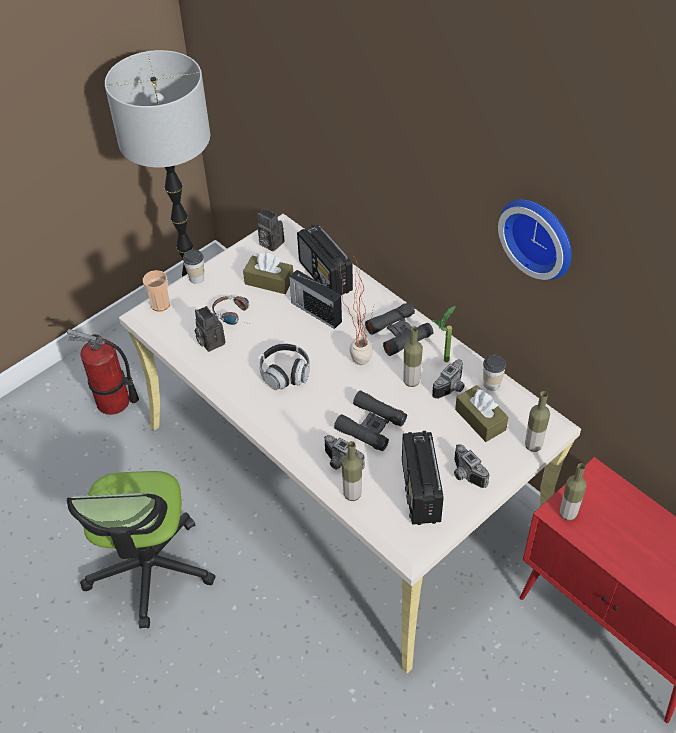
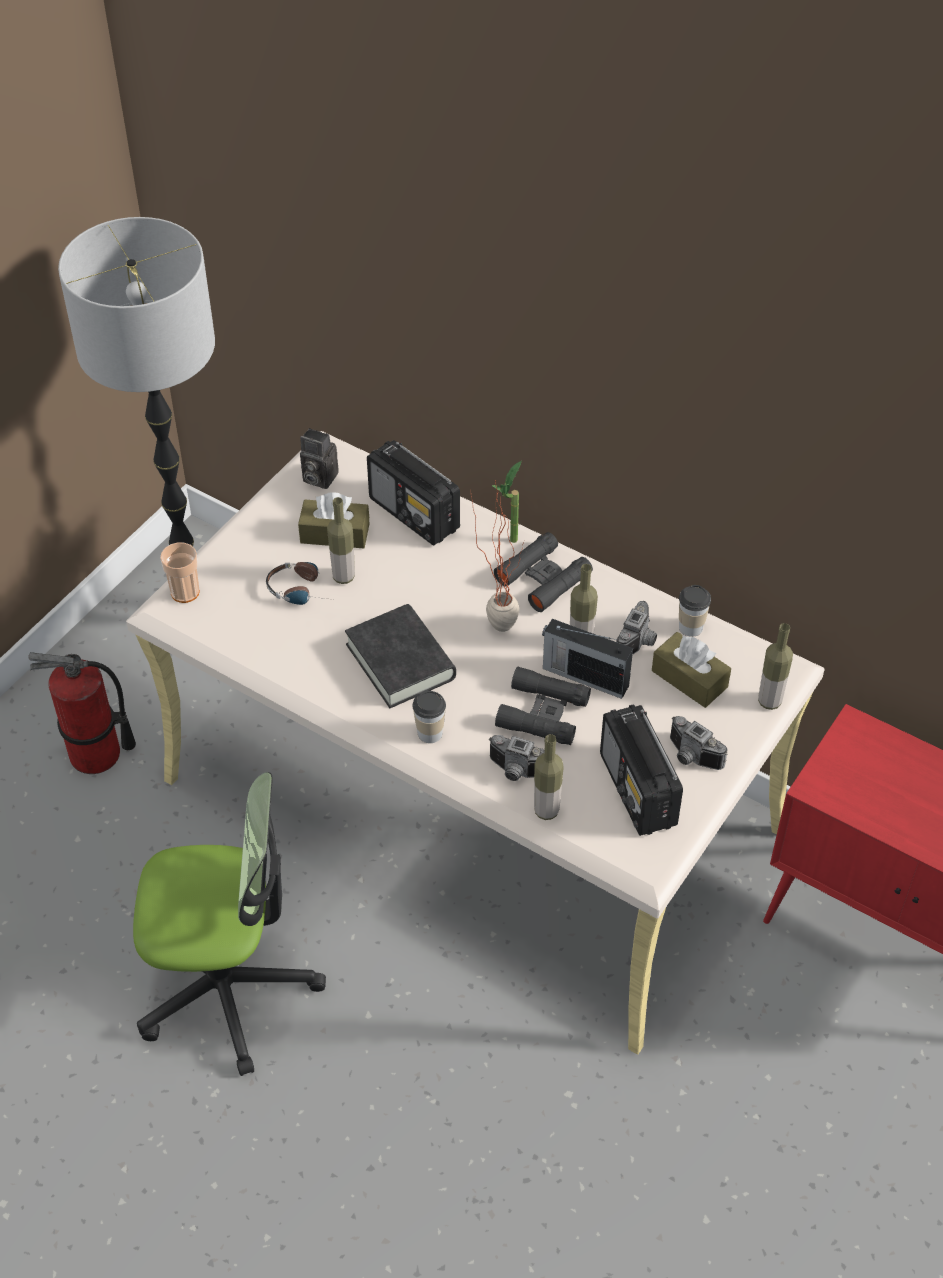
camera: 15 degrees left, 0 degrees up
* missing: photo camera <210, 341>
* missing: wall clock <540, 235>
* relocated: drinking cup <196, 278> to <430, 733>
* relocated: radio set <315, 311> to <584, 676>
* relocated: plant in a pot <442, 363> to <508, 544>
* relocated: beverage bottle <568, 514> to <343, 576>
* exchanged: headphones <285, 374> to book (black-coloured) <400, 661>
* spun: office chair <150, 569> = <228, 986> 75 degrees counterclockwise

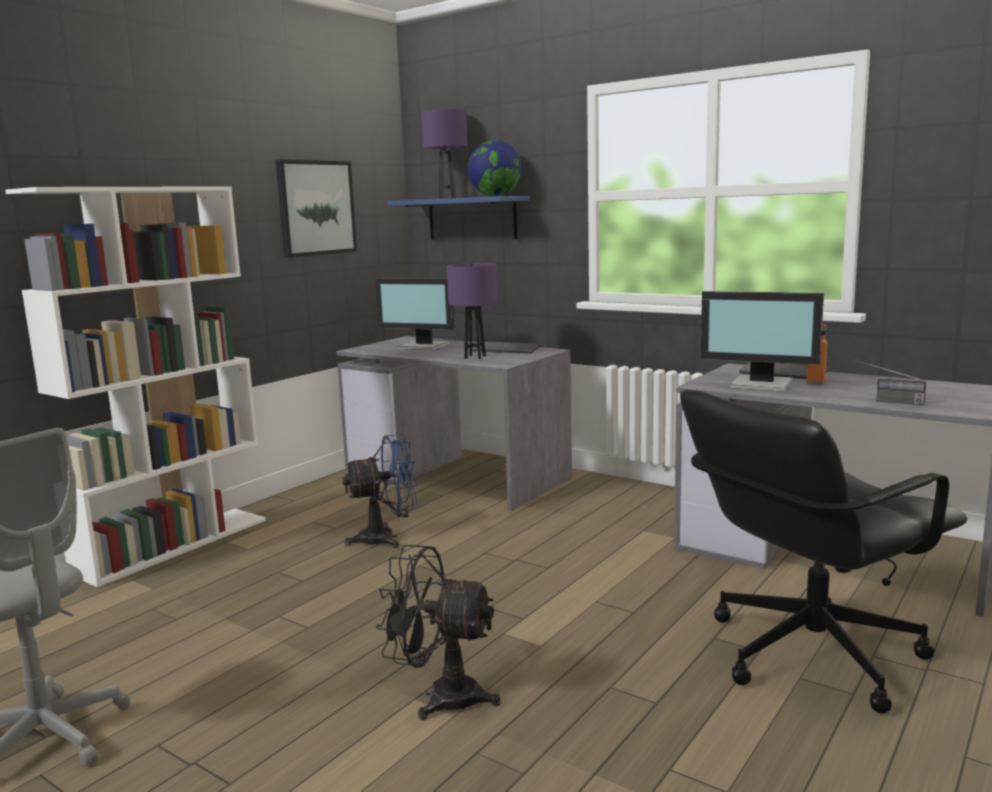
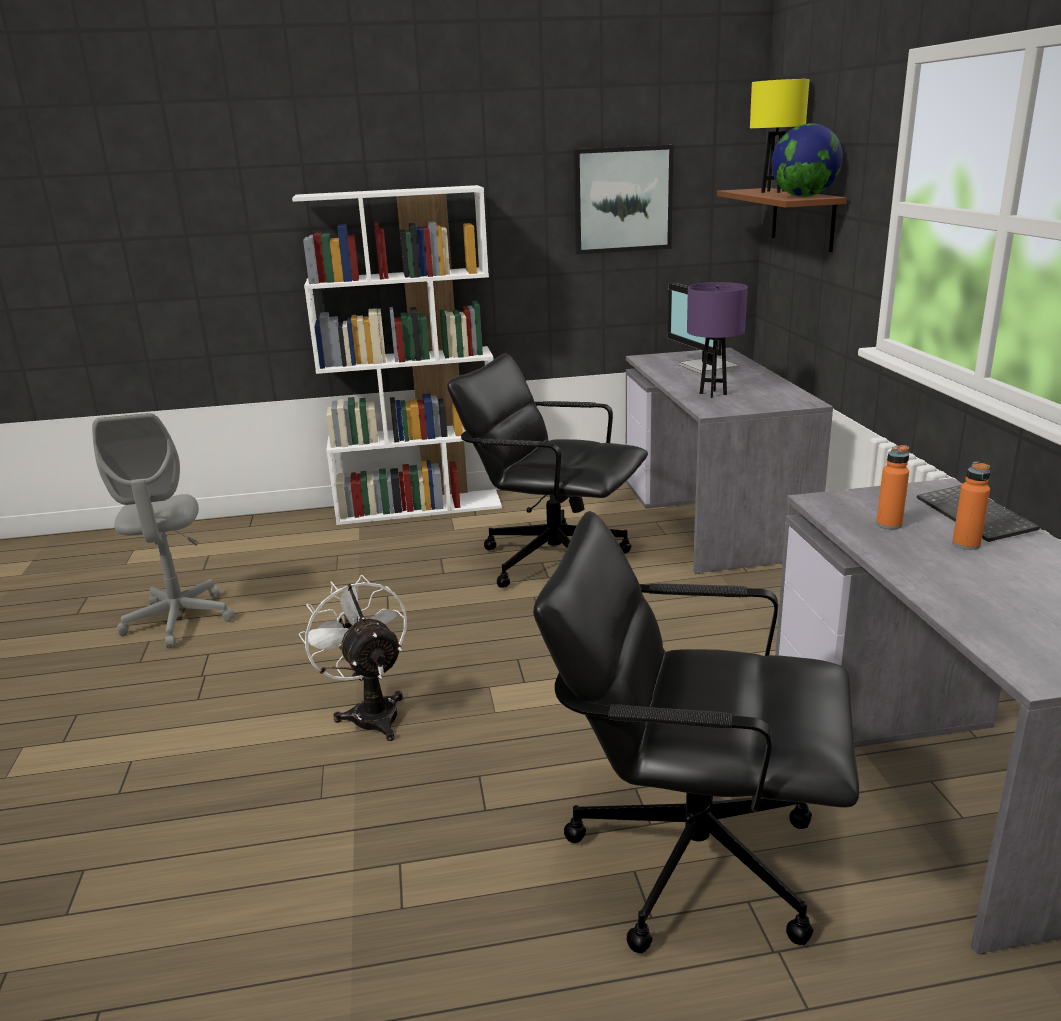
camera: 45 degrees right, 10 degrees up
* missing: keyboard <507, 349>
* missing: radio set <887, 401>
* exchanged: cooling fan (blue) <386, 538> to office chair (black-coloured) <553, 559>
* exchanged: computer screen <762, 385> to beverage bottle (orange-coloured) <889, 524>
* colour: cooling fan (black-coloured) <440, 696> to cooling fan (white-coloured) <371, 712>
* colour: shelf (blue) <472, 218> to shelf (brown-coloured) <802, 218>
* colour: table lamp (purple) <447, 198> to table lamp (yellow-coloured) <773, 192>

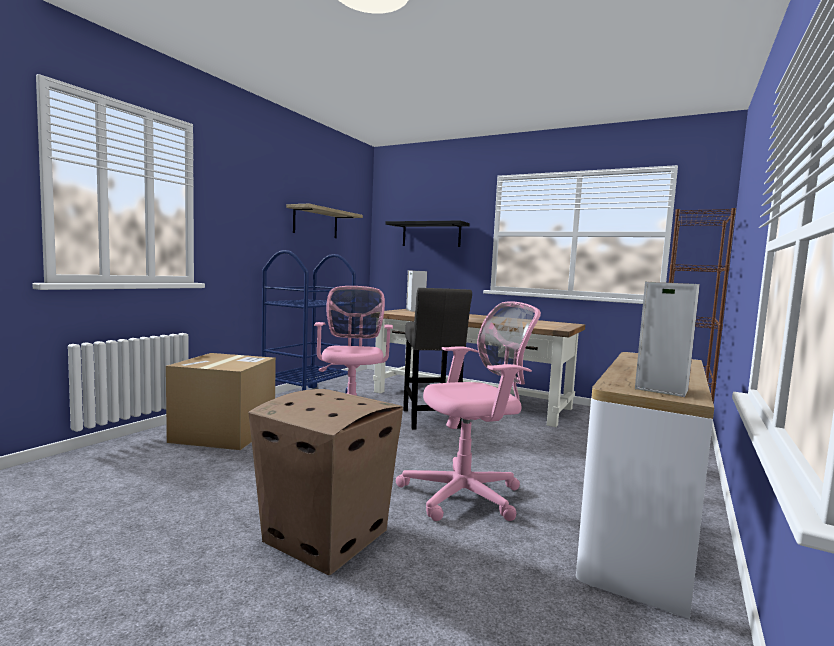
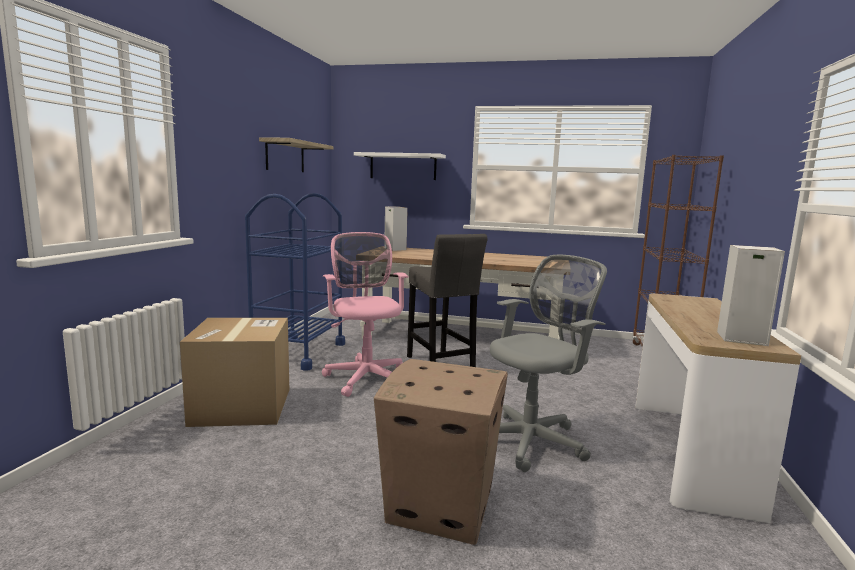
camera: 15 degrees left, 5 degrees up
* colour: shelf (black-coloured) <431, 234> to shelf (white-coloured) <403, 166>
* colour: office chair (pinkish) <467, 495> to office chair (gray) <532, 441>

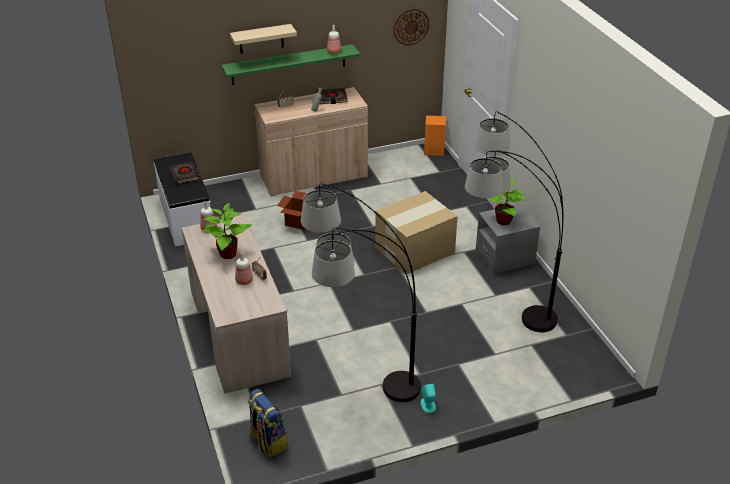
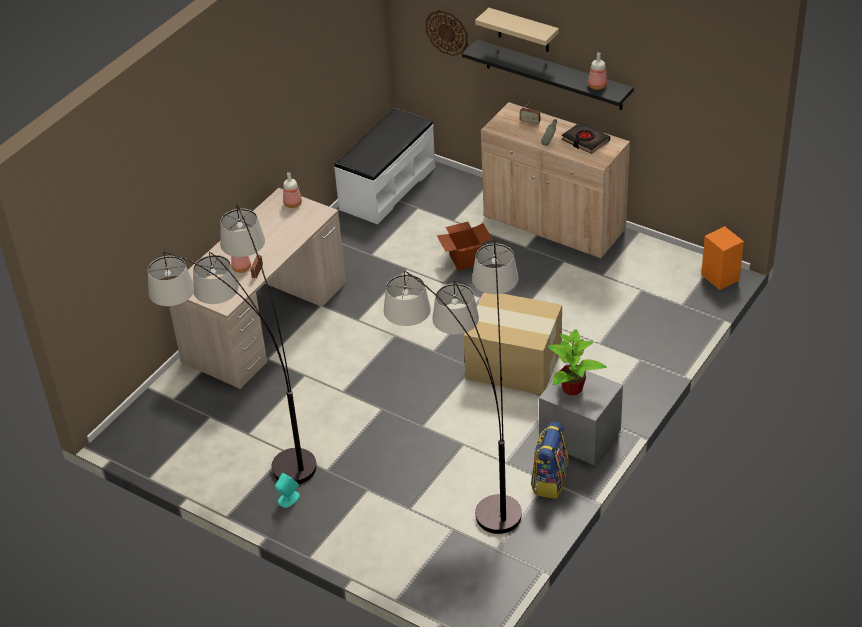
camera: 55 degrees right, 5 degrees up
* missing: book (black-coloured) <185, 174>
* missing: plant in a pot <227, 254>
* relocated: backpack <267, 441> to <549, 481>
* relocated: wall clock <411, 27> to <447, 32>
* colour: shelf (green) <288, 64> to shelf (black-coloured) <553, 75>

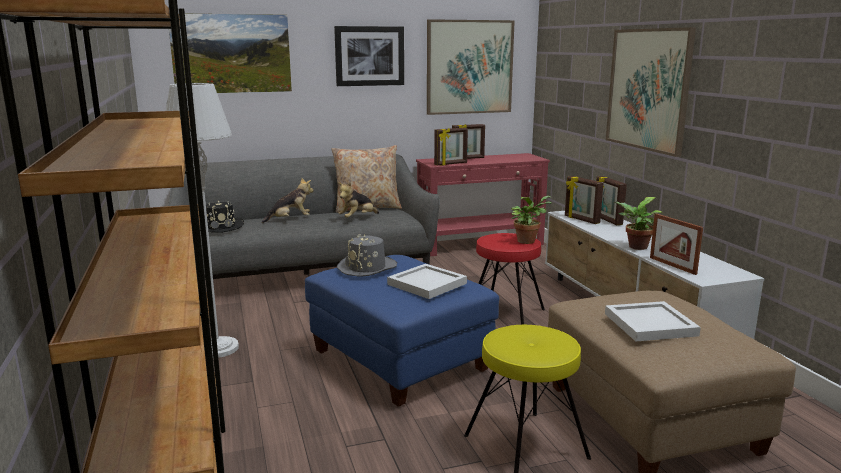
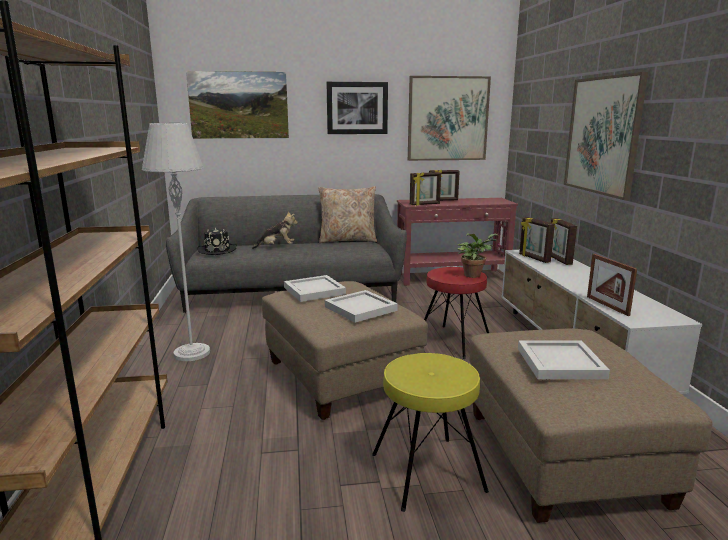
camera: 10 degrees right, 0 degrees up
* missing: soft toy <358, 218>
* missing: plant in a pot <635, 247>
* exchanged: hat (gray) <367, 267> to carrying tray (white-coloured) <315, 291>
* colour: footrest (blue) <398, 361> to footrest (beige-coloured) <339, 377>

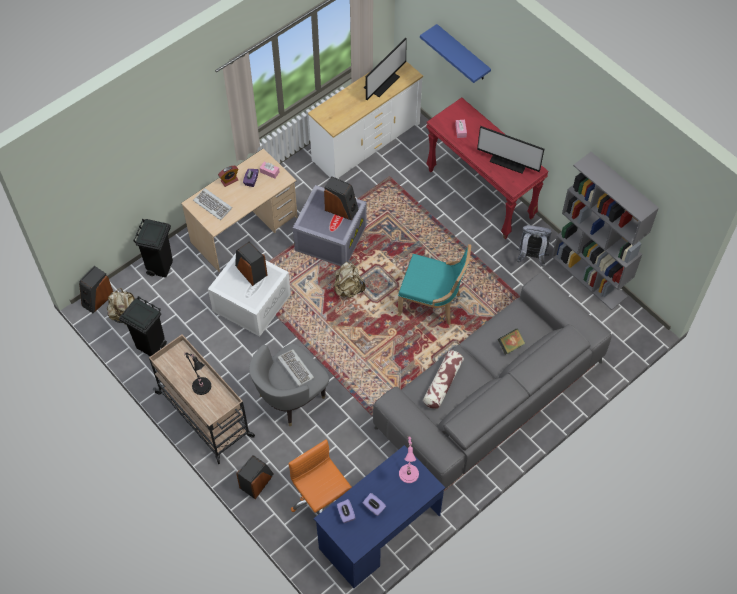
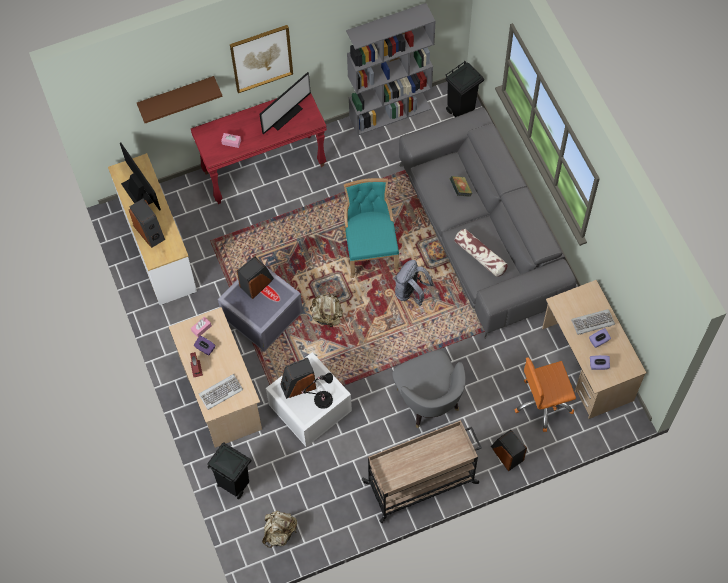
camera: 70 degrees left, 5 degrees up
* missing: table lamp (pinkish) <409, 472>
* appeared: picture <261, 58>
* relocated: speaker <97, 299> to <150, 232>
* relocated: trash can (black-coloured) <151, 346> to <461, 110>
* relocated: table lamp (black-coloured) <200, 384> to <321, 400>
* relocated: keyboard <295, 368> to <592, 323>
* relocated: backpack (gray) <531, 257> to <411, 293>
* colour: desk table (blue) <379, 532> to desk table (beige-coloured) <587, 364>
* colour: shelf (blue) <463, 53> to shelf (brown-coloured) <176, 95>
* spun: upright chair (blue-green) <432, 303> = <370, 249> 45 degrees counterclockwise

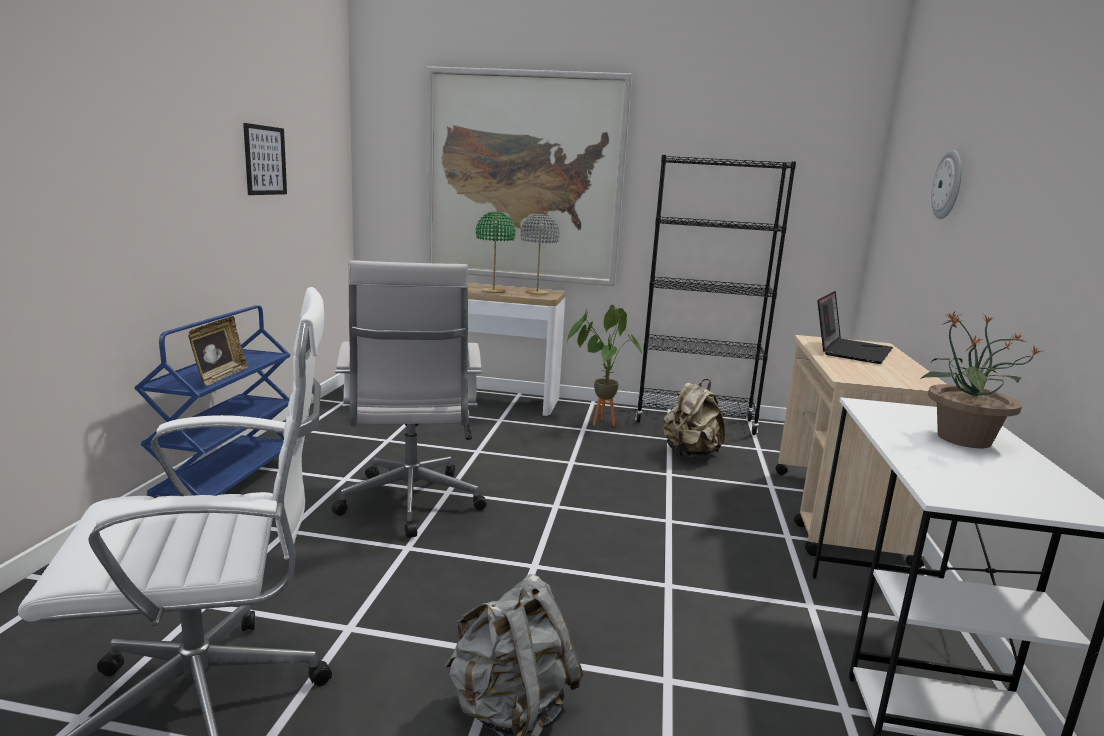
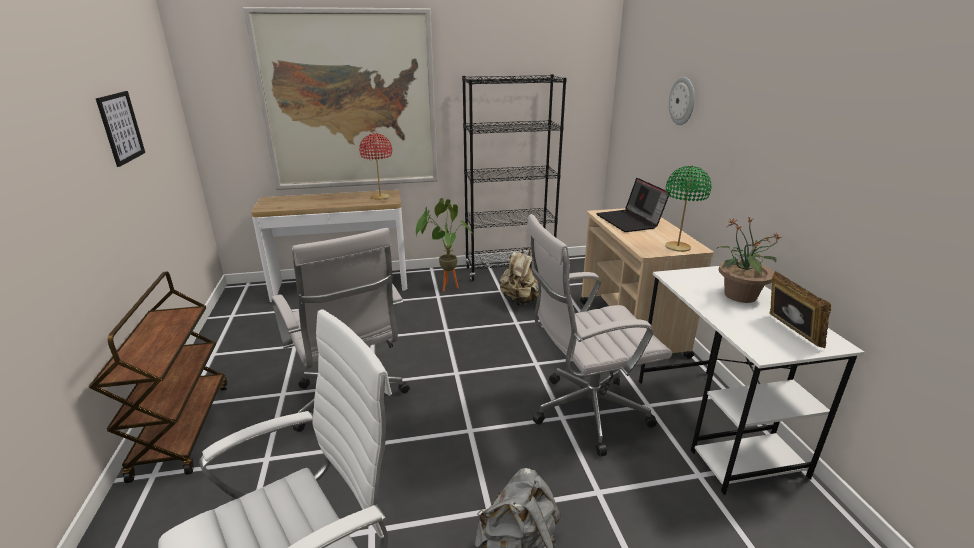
camera: 20 degrees left, 10 degrees up
* appeared: office chair (white-coloured) <584, 412>
* relocated: standing frame <220, 376> to <789, 332>
* relocated: table lamp (green) <493, 291> to <677, 247>
* colour: cart (blue) <227, 483> to cart (brown-coloured) <182, 428>
* colour: table lamp (gray) <537, 293> to table lamp (red) <380, 197>
* spun: laptop <850, 351> = <630, 221> 150 degrees clockwise

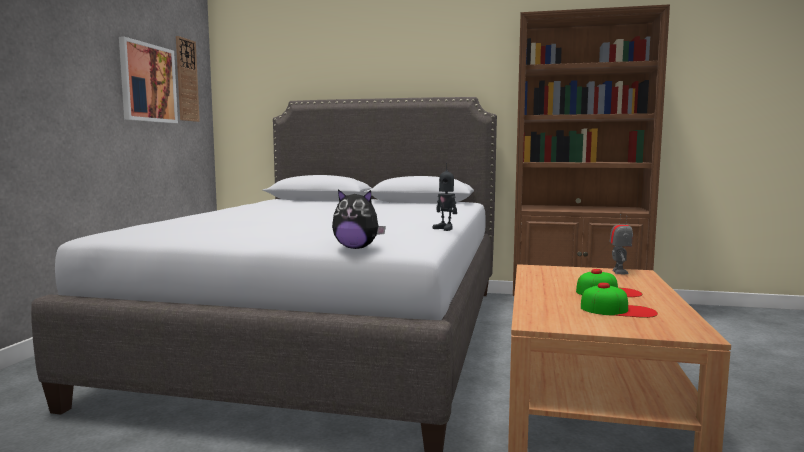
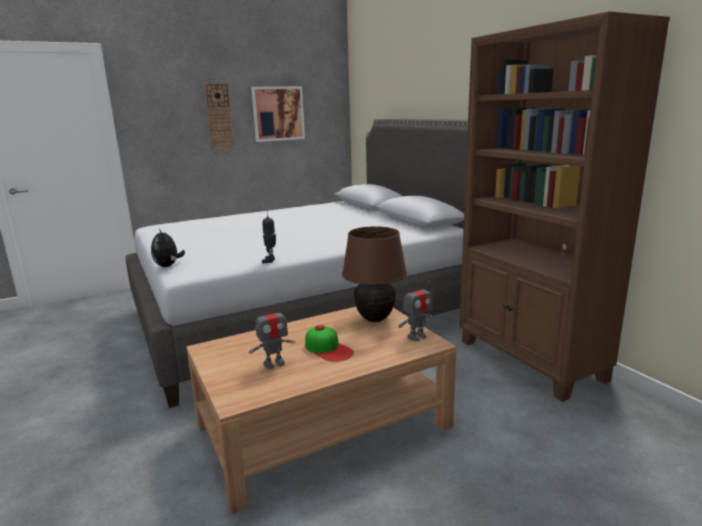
camera: 50 degrees right, 10 degrees up
* appeared: table lamp (brown-coloured) <375, 319>
* relocated: wall clock <186, 80> to <219, 117>
* exchanged: baseball cap <618, 310> to robot figure <274, 363>

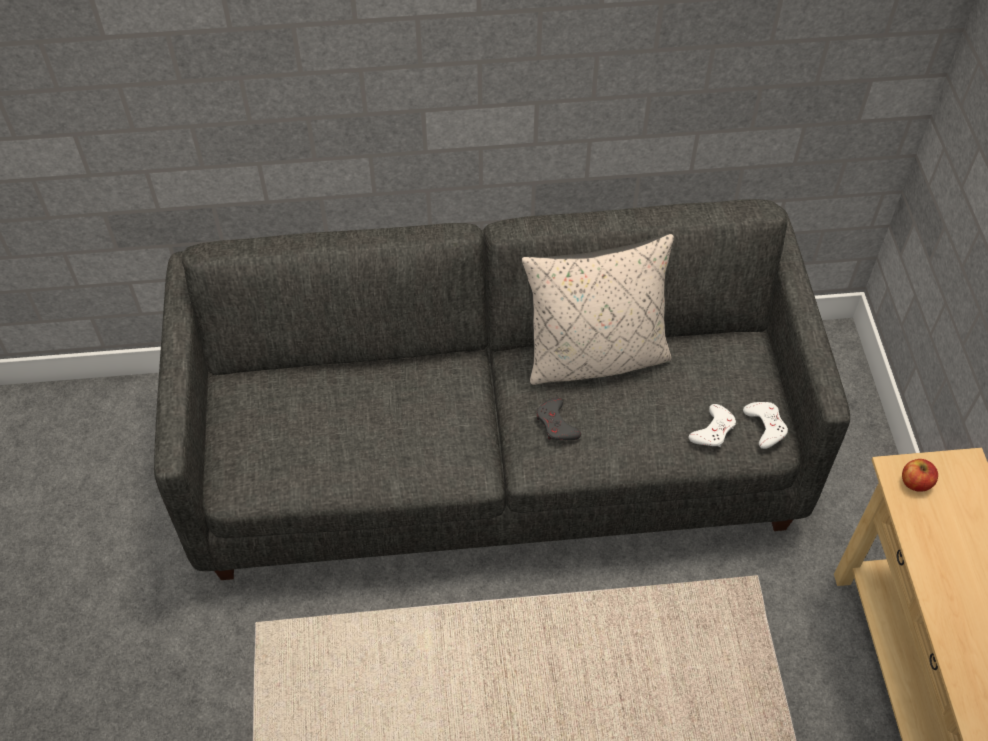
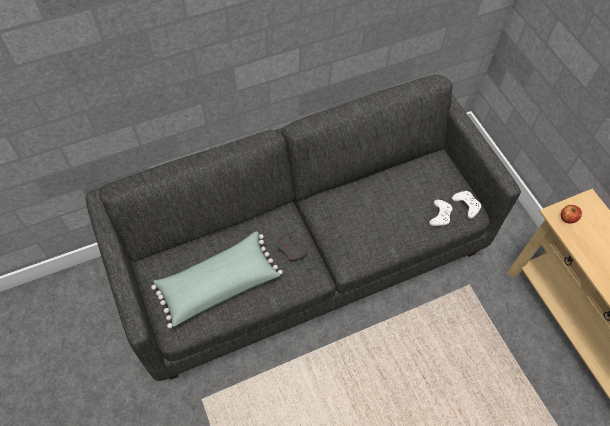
camera: 20 degrees left, 5 degrees up
* missing: cushion (beige-coloured) <595, 356>
* appeared: cushion (green) <218, 284>
* relocated: gamepad (gray) <556, 424> to <291, 250>

